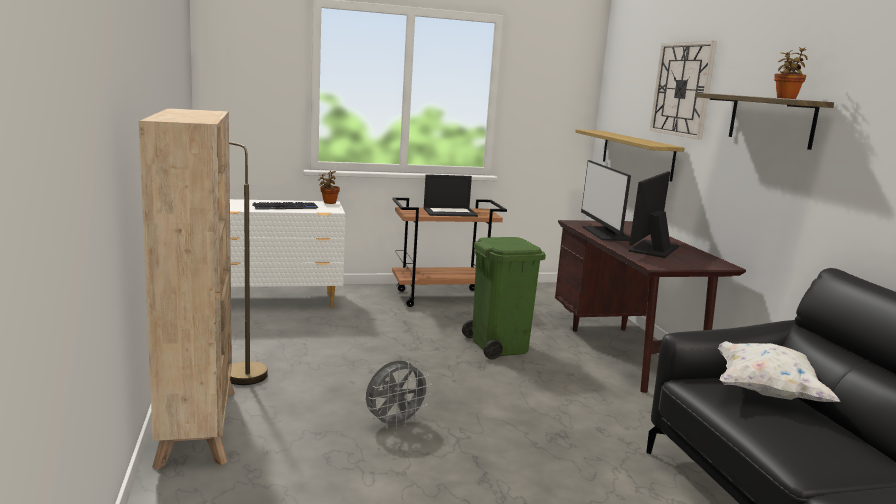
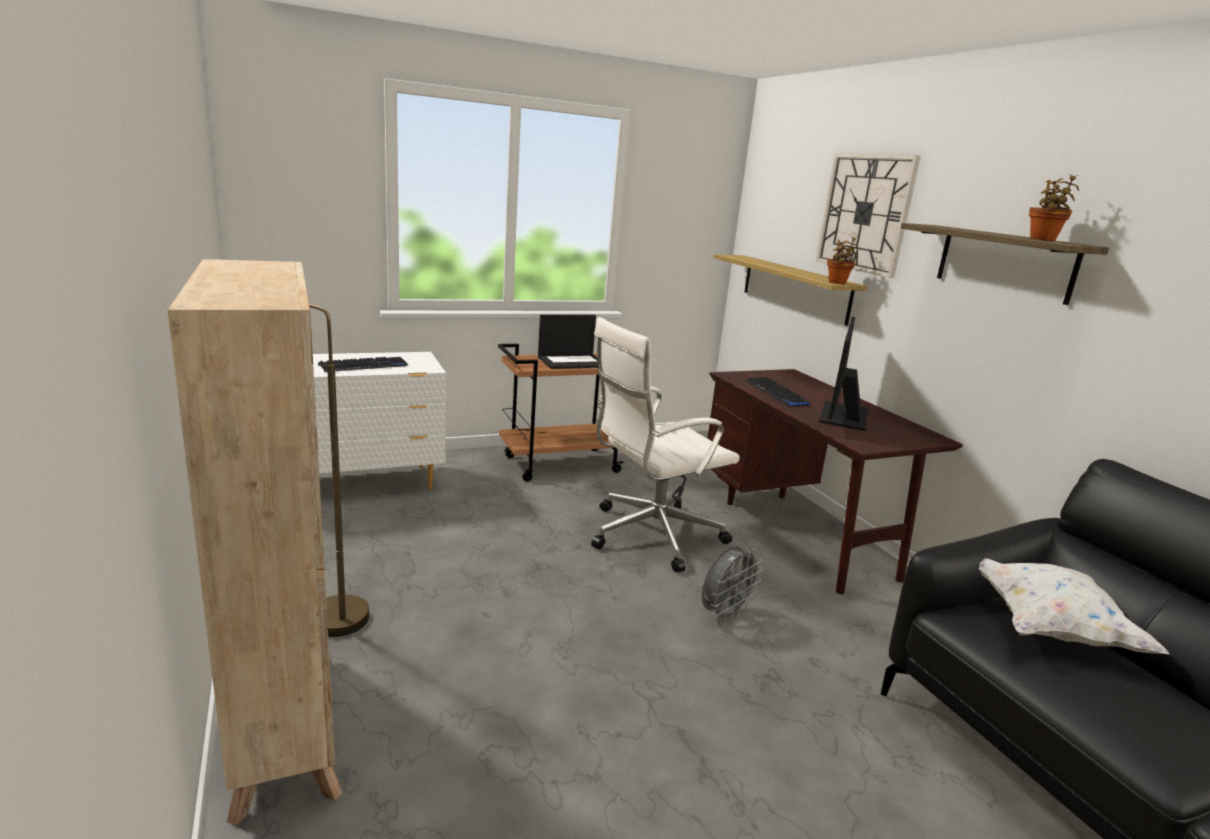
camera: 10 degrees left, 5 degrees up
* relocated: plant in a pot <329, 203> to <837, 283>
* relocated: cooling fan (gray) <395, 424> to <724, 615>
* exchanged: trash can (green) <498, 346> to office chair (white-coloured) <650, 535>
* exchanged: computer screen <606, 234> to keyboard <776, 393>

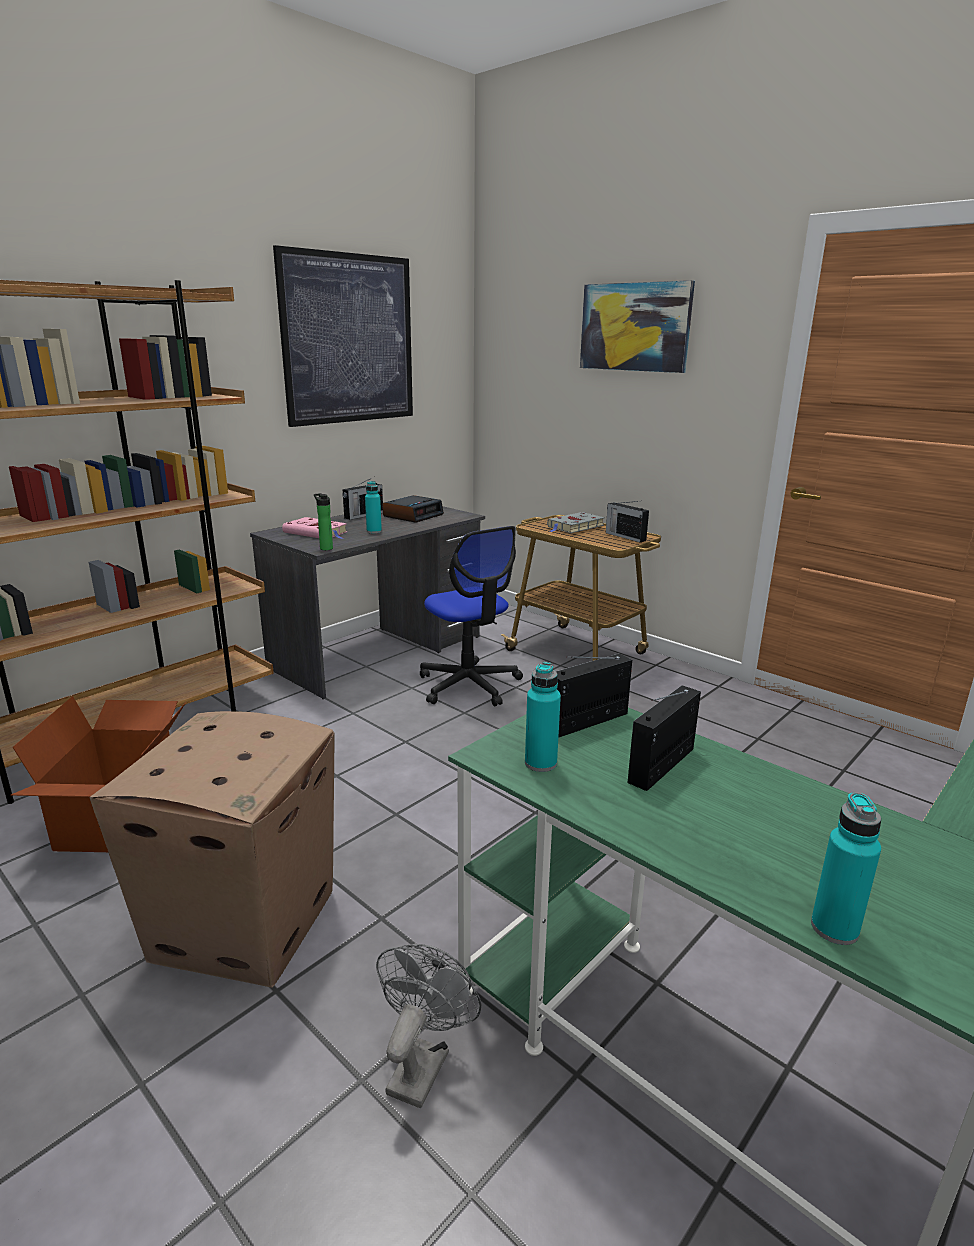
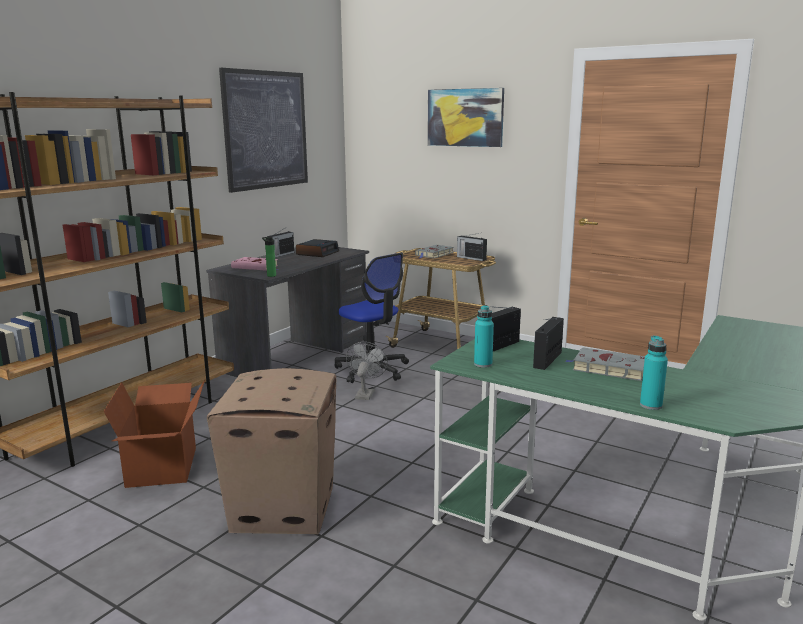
camera: 10 degrees left, 5 degrees down
* missing: beverage bottle (blue-green) <374, 531>
* appeared: book (gray) <607, 368>
* relocated: cooling fan (gray) <422, 1063> to <365, 393>

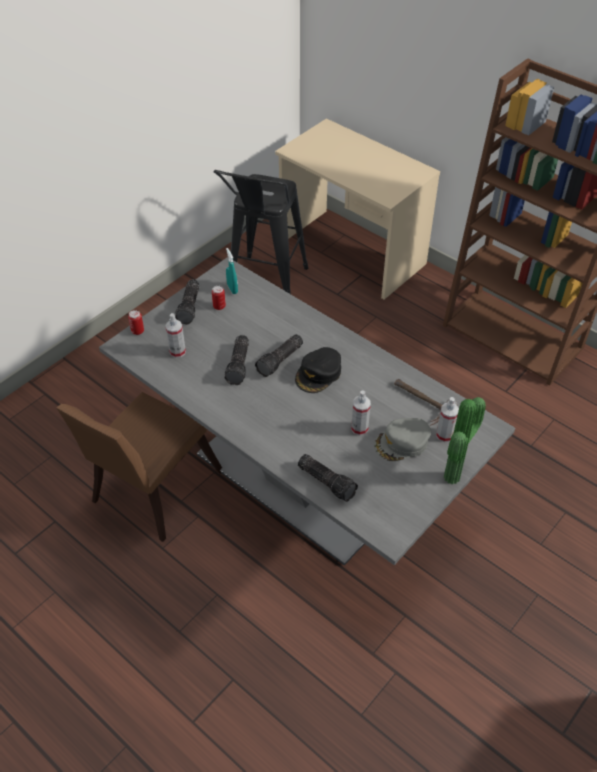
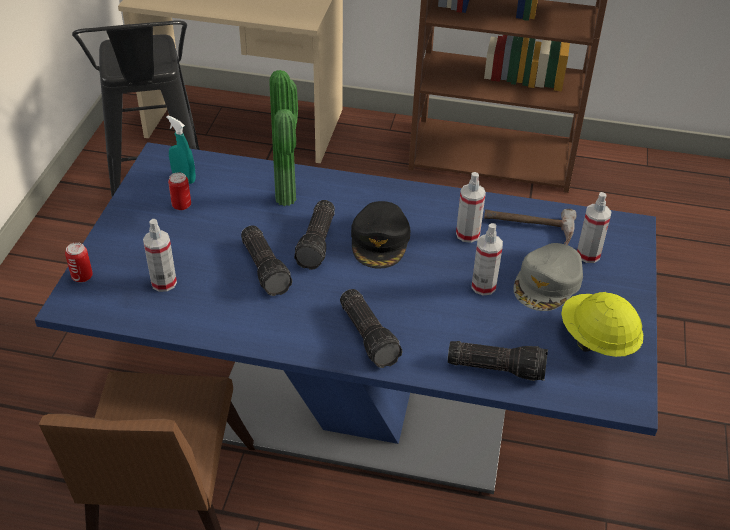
camera: 30 degrees left, 5 degrees down
* appeared: sprayer <467, 234>
* appeared: safety helmet (yellow-coloured) <597, 340>
* relocated: hand torch <190, 307> to <370, 336>
* relocated: plant in a pot <455, 478> to <290, 199>
* colour: dinner table (gray) <298, 479> to dinner table (blue) <361, 412>

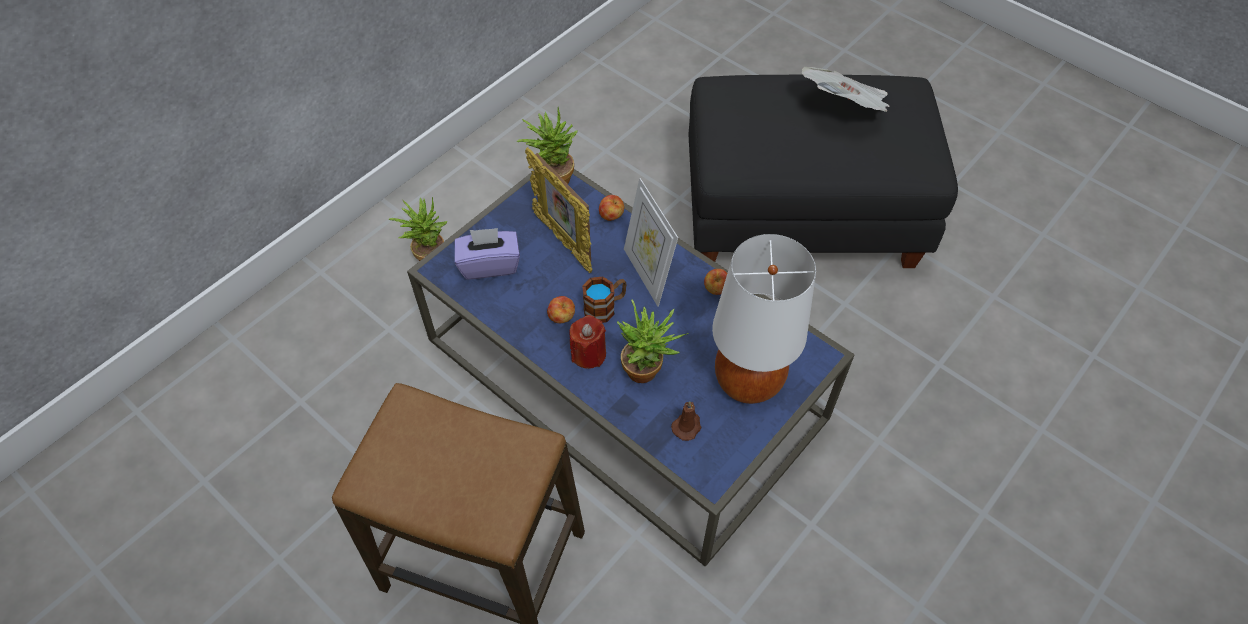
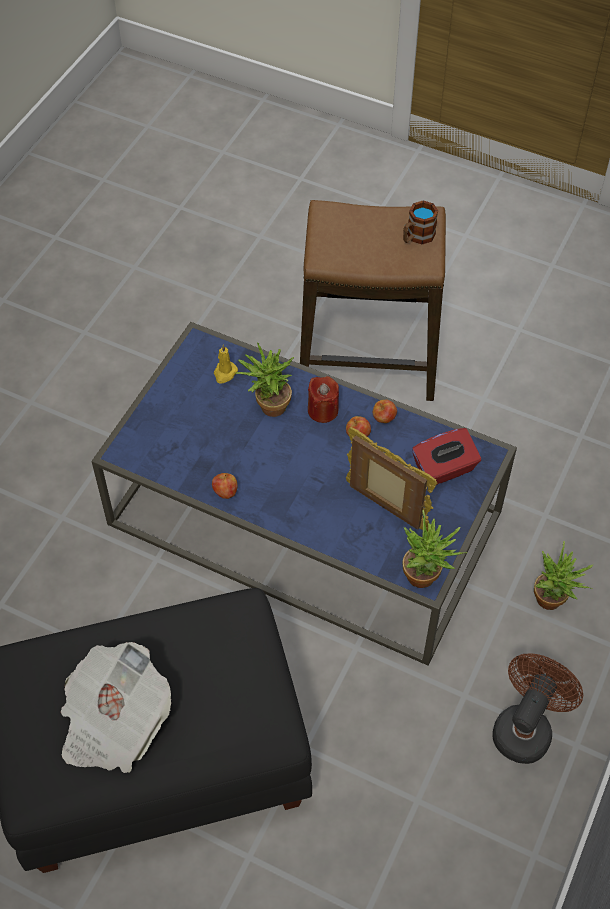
camera: 165 degrees right, 0 degrees up
* missing: standing frame <648, 274>
* missing: table lamp (white-coloured) <747, 381>
* appeared: cooling fan (brown-coloured) <525, 727>
* relocated: coffee mug <605, 307> to <416, 237>
* relocated: whole apple <611, 216> to <384, 419>
* colour: box of tissues (purple) <489, 264> to box of tissues (red) <444, 469>
* colour: wax light (brown-coloured) <687, 426> to wax light (yellow-coloured) <225, 373>

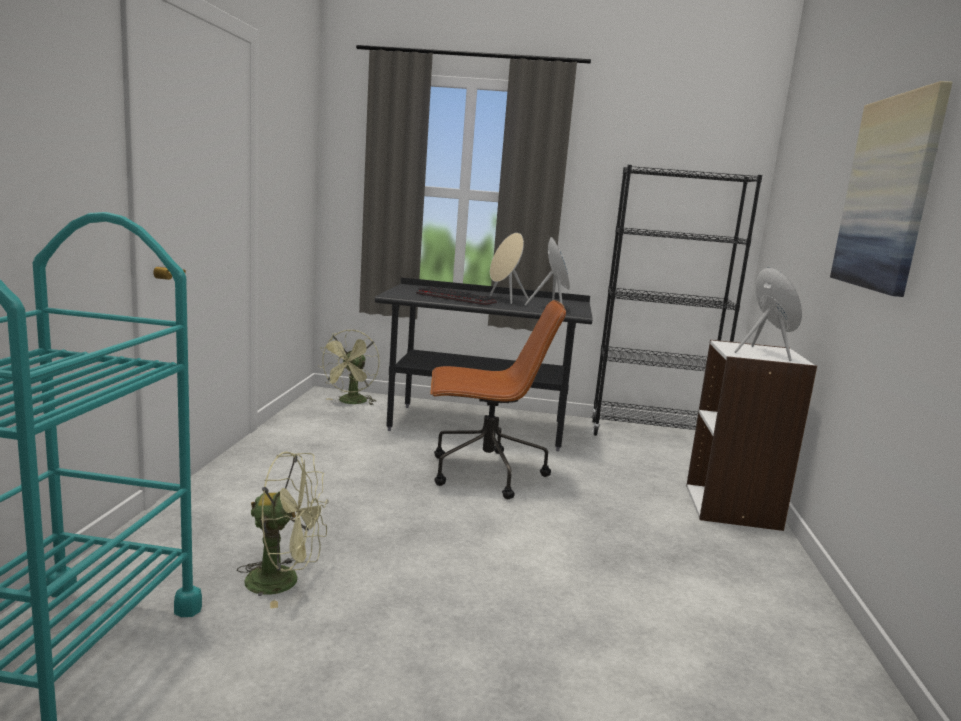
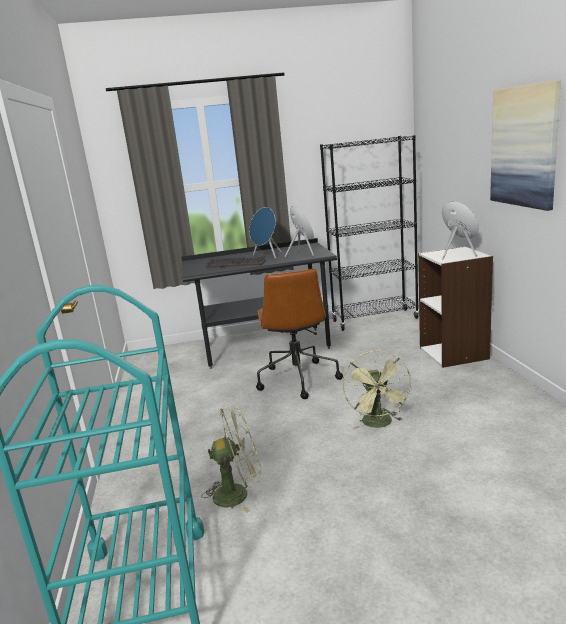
camera: 15 degrees left, 5 degrees up
* relocated: cooling fan (green) <350, 402> to <379, 424>
* colour: speaker (beige-coloured) <505, 300> to speaker (blue) <267, 256>
* spun: office chair (brown-coloured) <484, 473> = <297, 379> 105 degrees clockwise

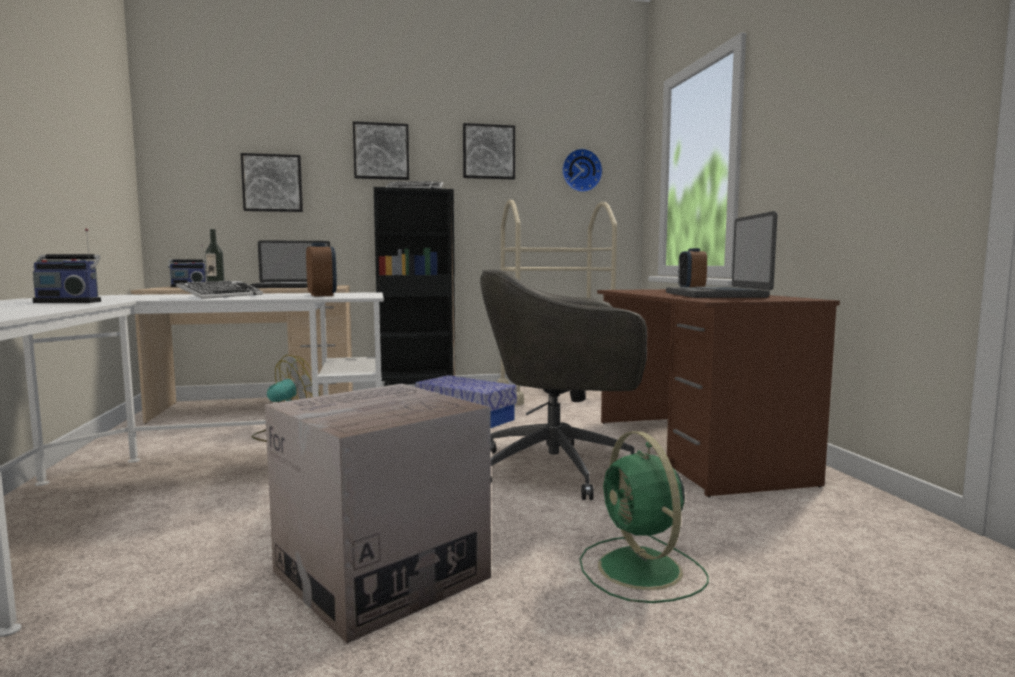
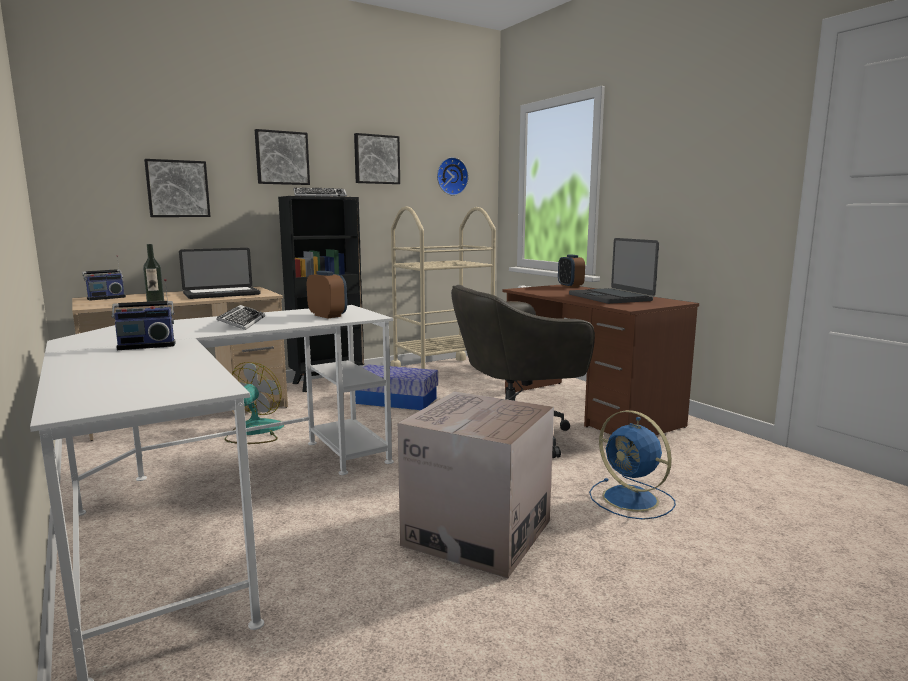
camera: 20 degrees left, 5 degrees up
* colour: cooling fan (green) <641, 570> to cooling fan (blue) <632, 500>

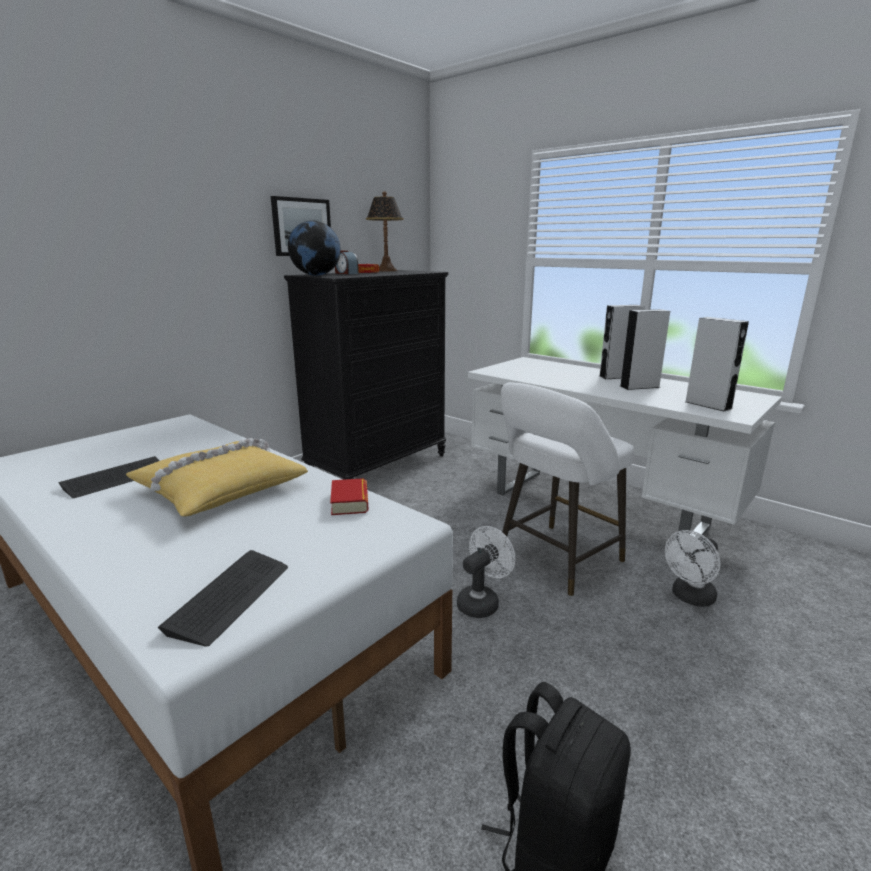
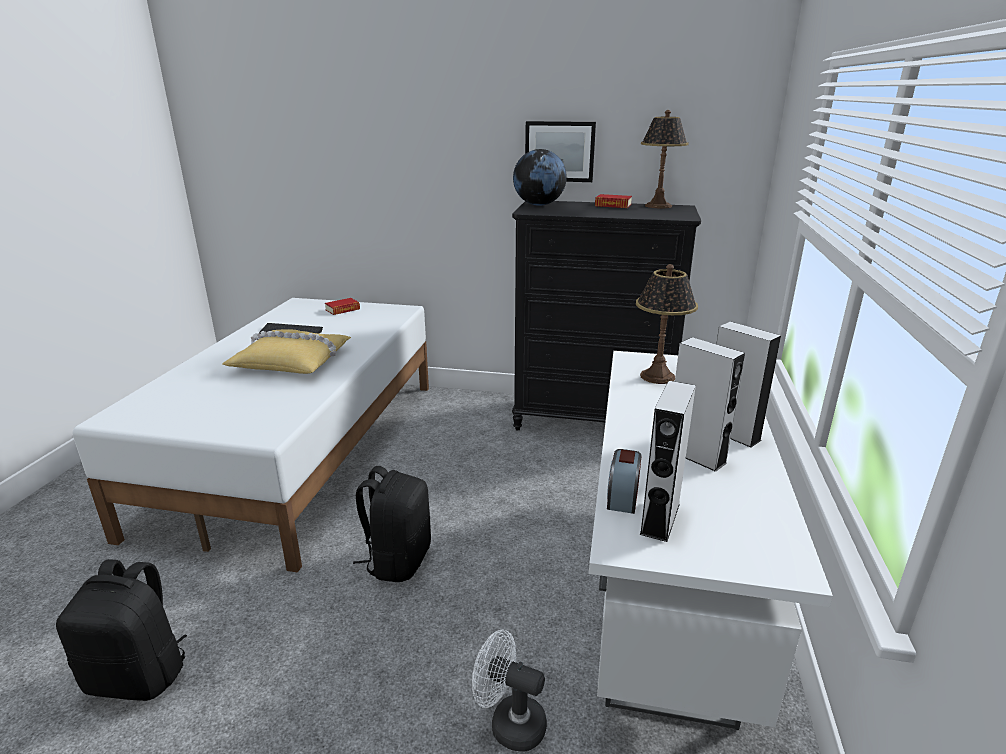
camera: 60 degrees right, 5 degrees up
* missing: keyboard <230, 597>
* missing: sitting stool (white-coloured) <555, 561>
* appeared: table lamp <658, 376>
* relocated: book <350, 502> to <342, 310>
* relocated: alarm clock <346, 273> to <622, 497>
* exchanged: cooling fan (white-coloured) <482, 602> to backpack (black-coloured) <398, 560>

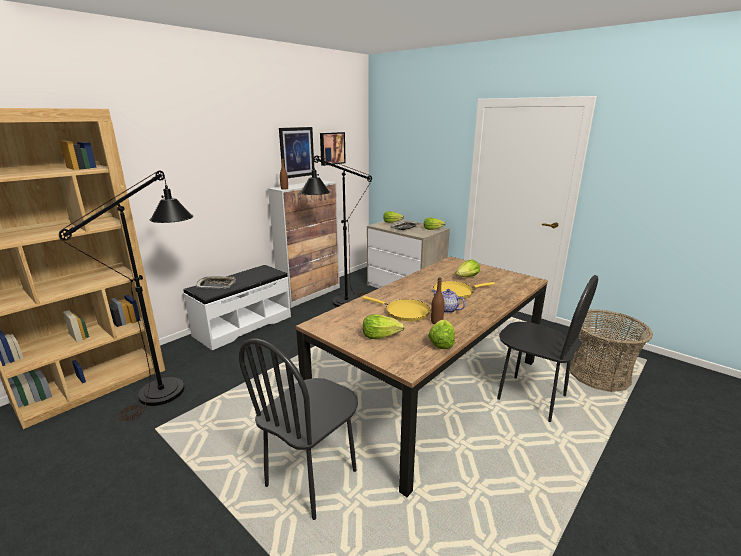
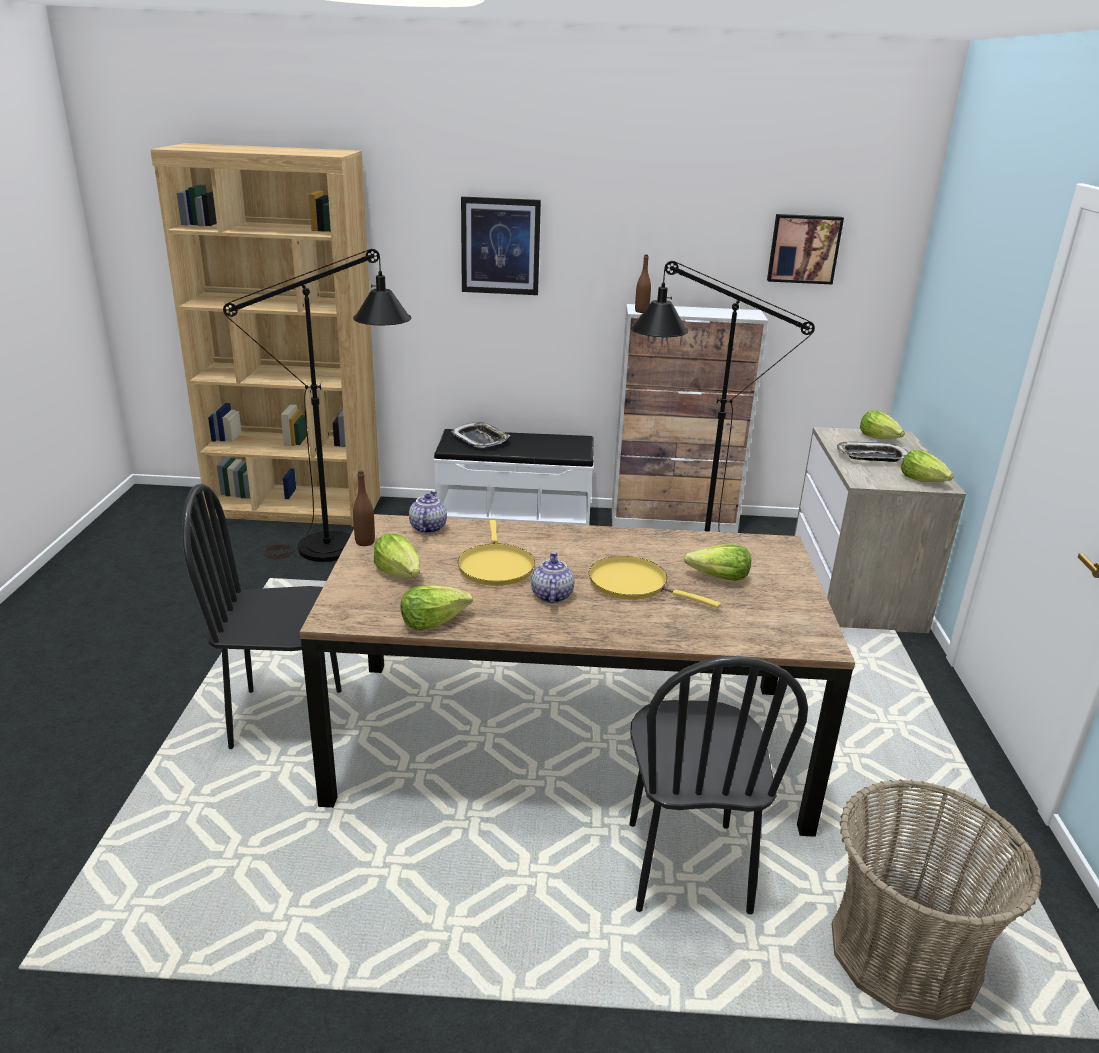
camera: 50 degrees right, 5 degrees up
* appeared: tea pot <427, 528>
* relocated: picture <296, 152> to <500, 246>
* relocated: beverage bottle (brown-coloured) <436, 322> to <365, 542>

